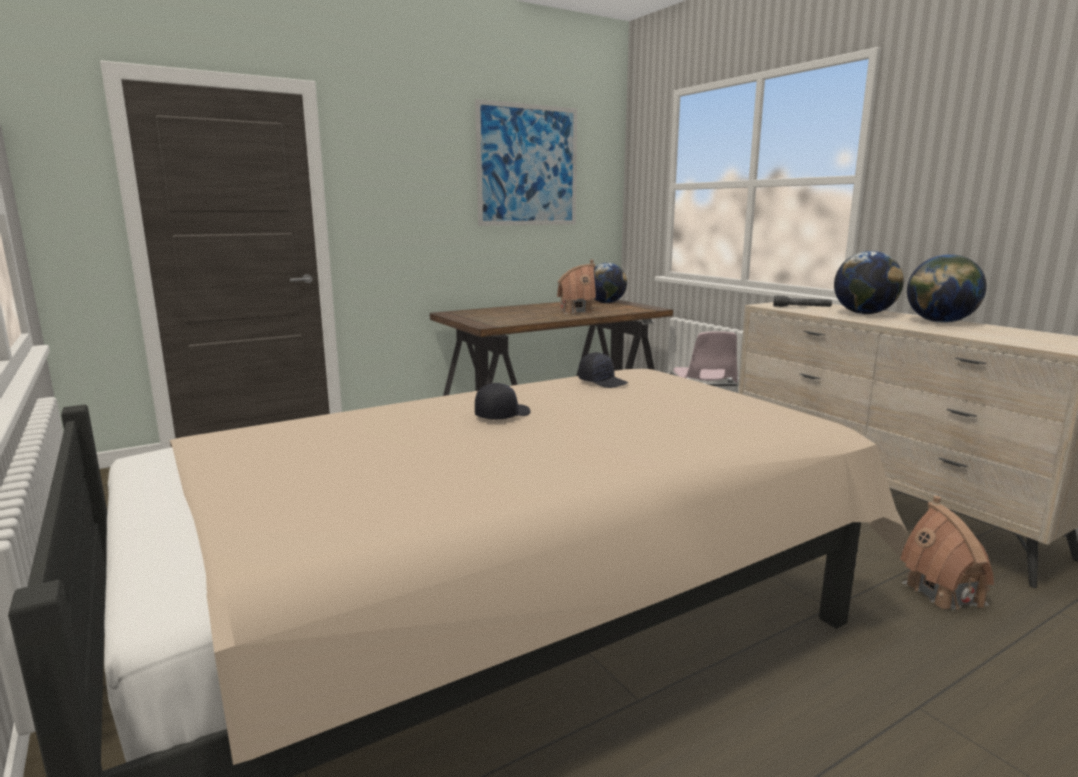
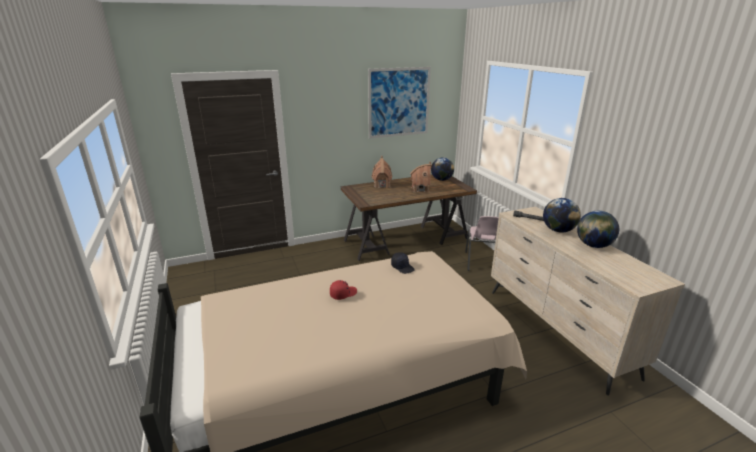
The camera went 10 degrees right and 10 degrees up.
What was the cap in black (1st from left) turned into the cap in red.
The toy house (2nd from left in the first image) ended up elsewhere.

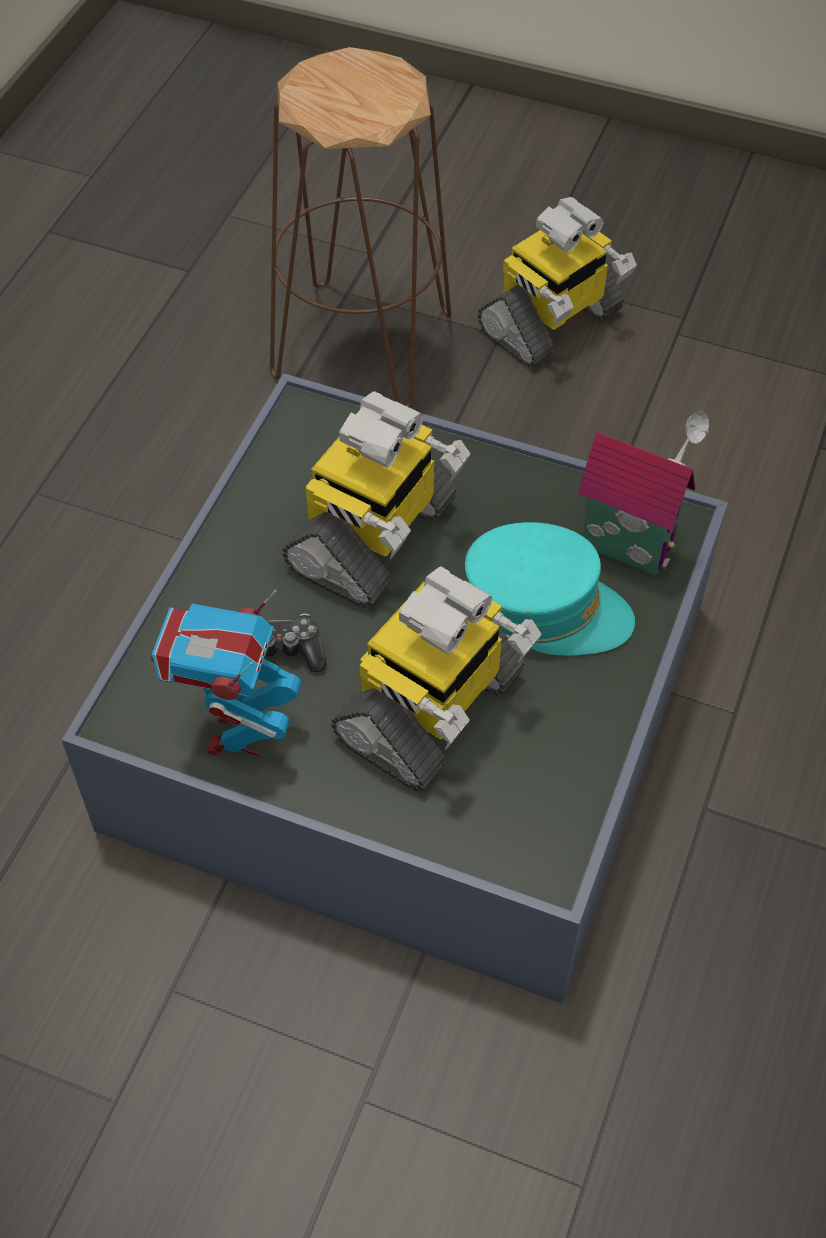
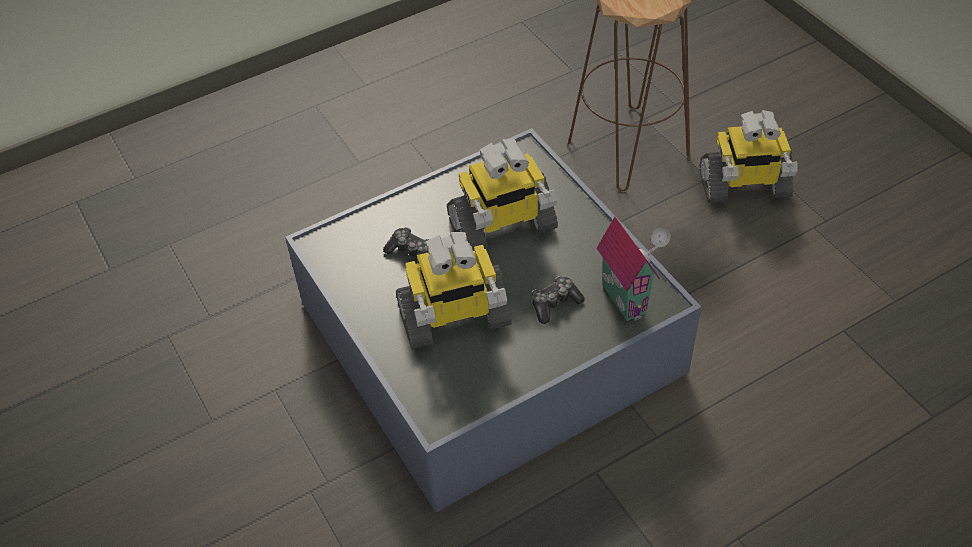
The camera went 40 degrees right and 5 degrees down.
The second view lost the toy robot (1st from left).
Where the cap in turquoise stood, the game controller (2nd from left) came to stand.

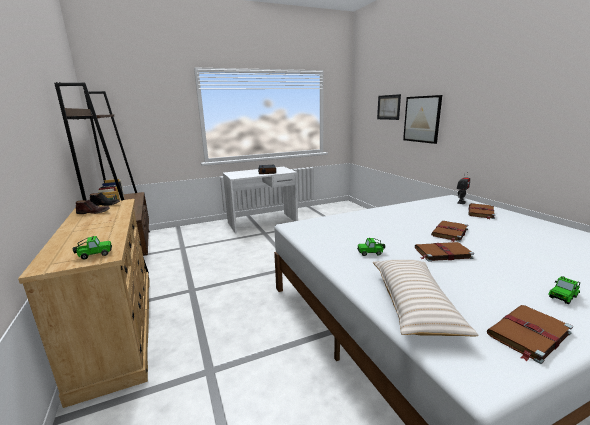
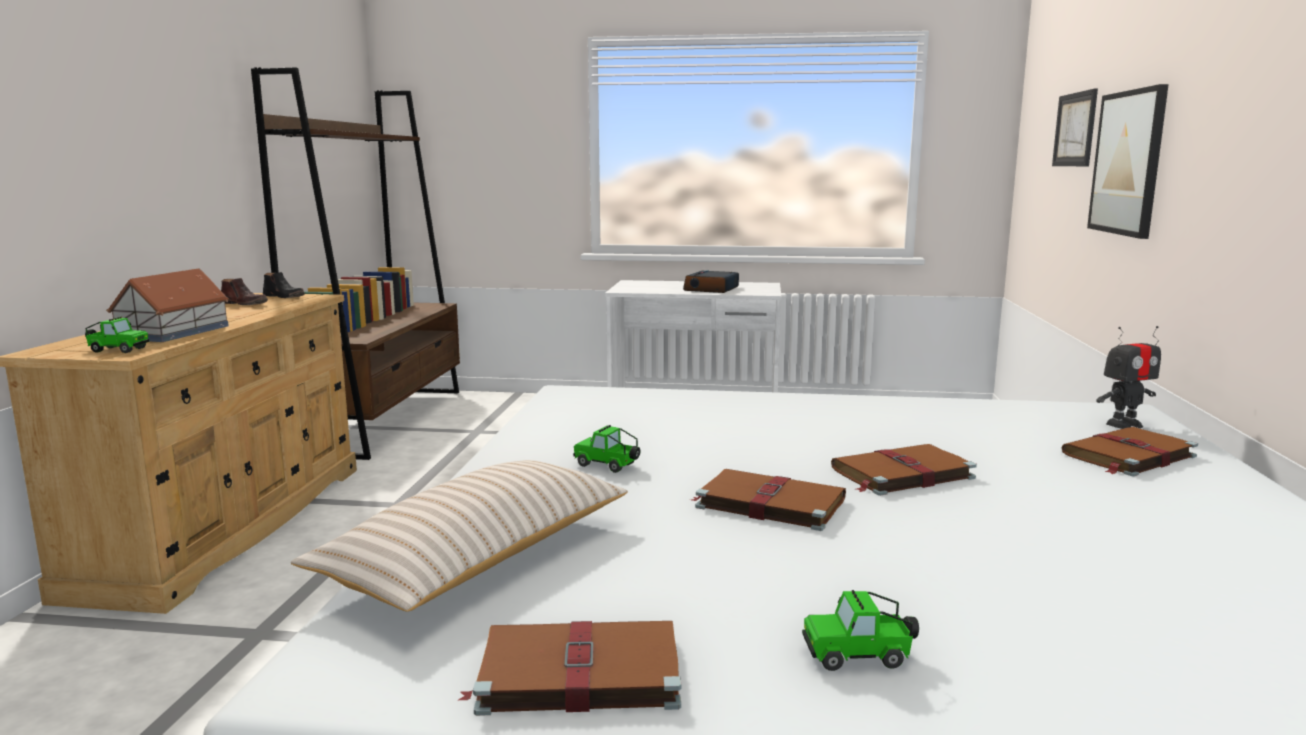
The camera went 30 degrees right and 5 degrees down.
The second view gained the toy house.

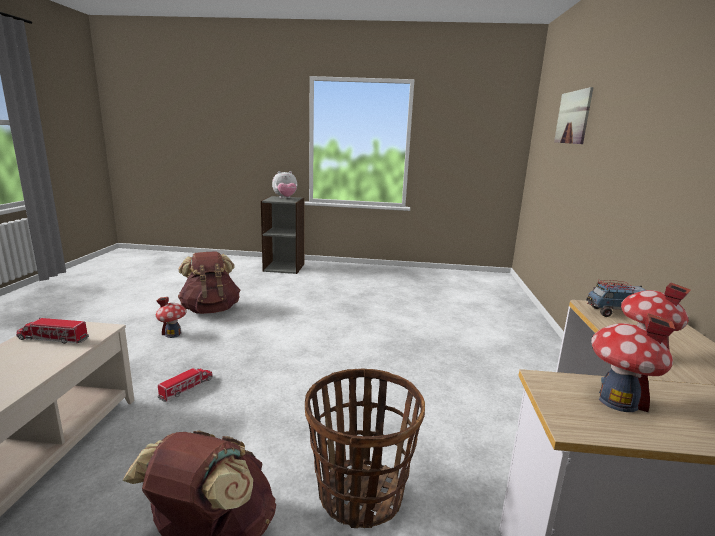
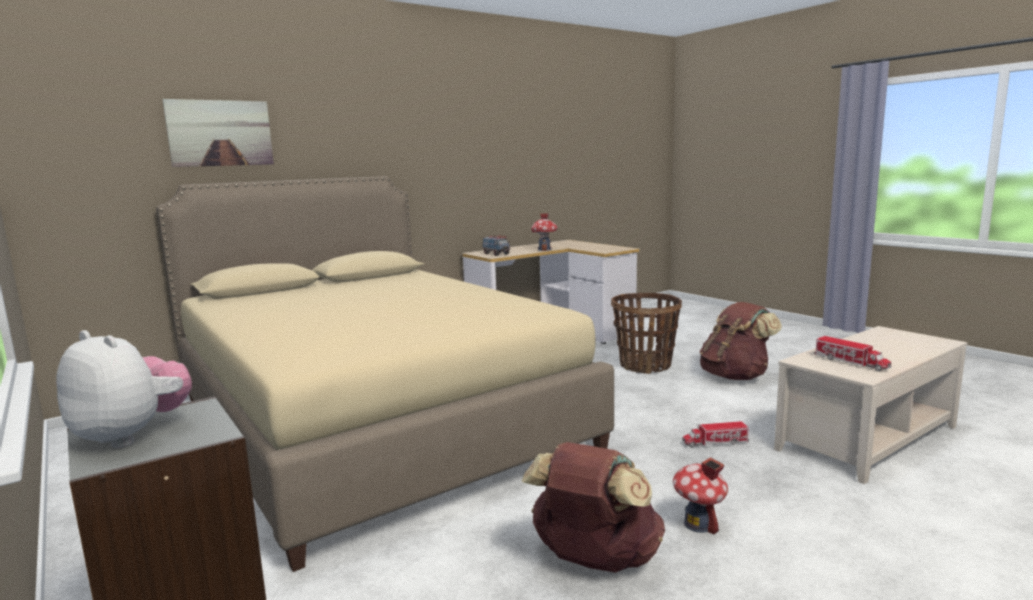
The camera went 130 degrees left and 5 degrees down.
The second view lost the toy house (2nd from left).
The second view gained the bed in beige.

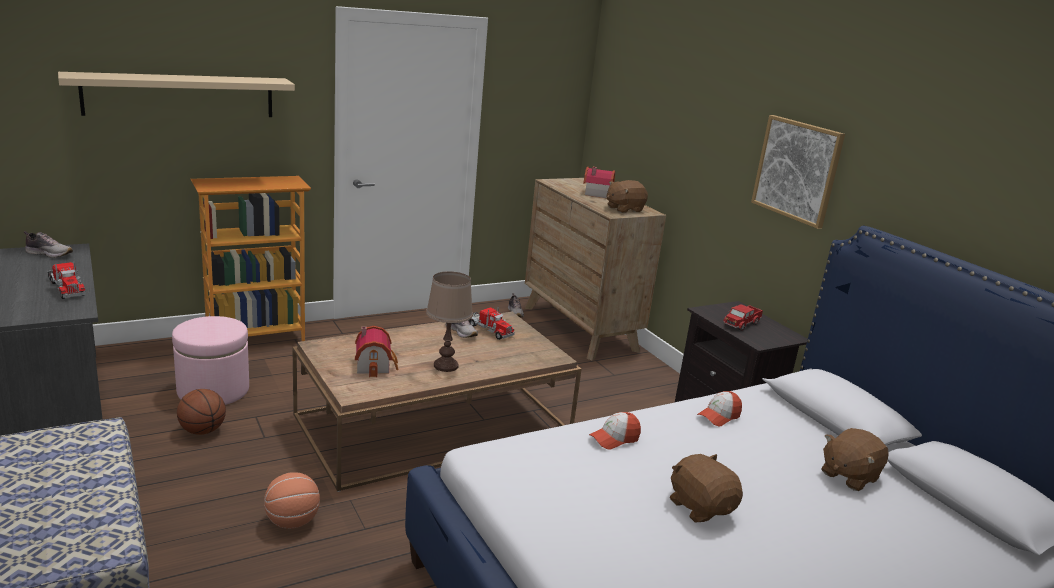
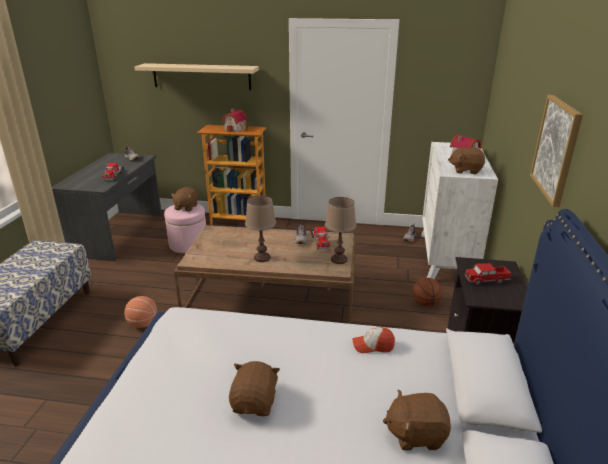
The camera went 40 degrees right and 5 degrees up.
The basketball (1st from left in the first image) ended up elsewhere.
The toy house (1st from left) ended up elsewhere.
What was the dresser in brown turned into the dresser in white.
The second view lost the cap (1st from left).
The second view gained the plush toy in brown (1st from left).
The second view gained the table lamp in brown (2nd from left).

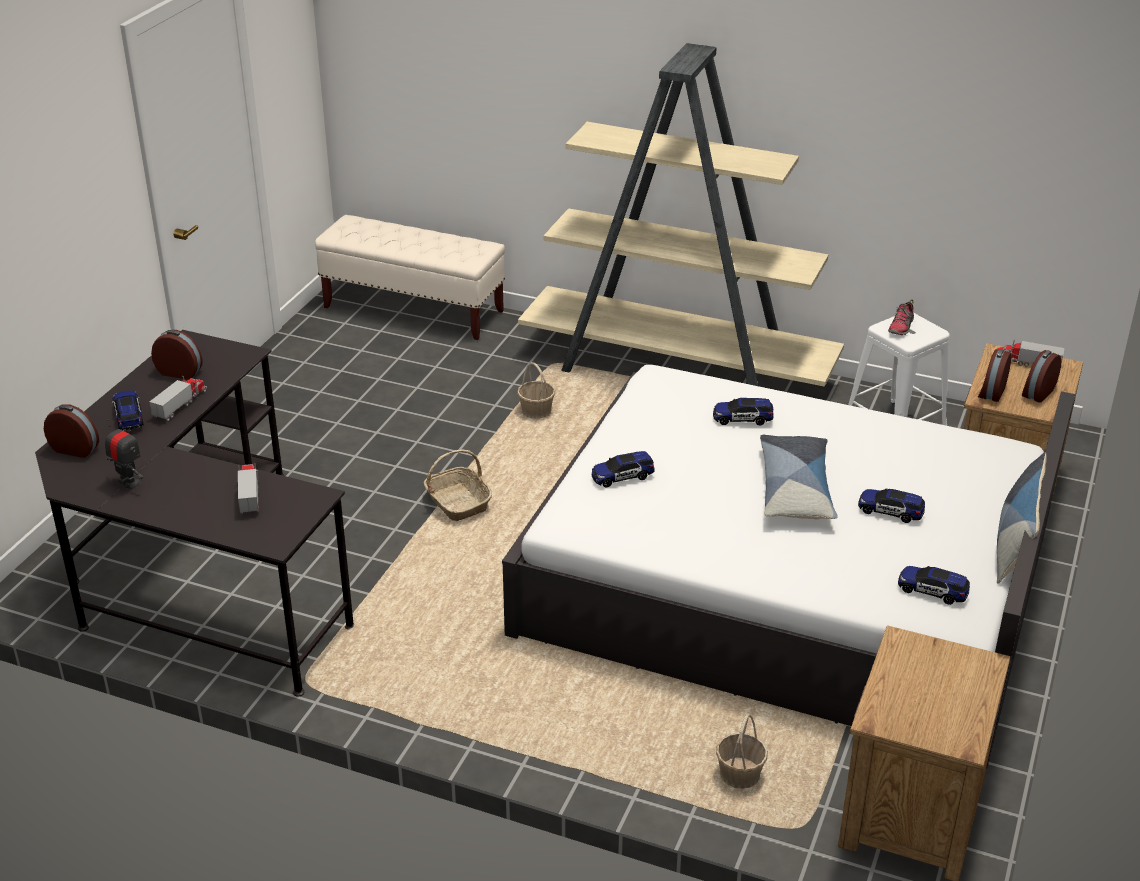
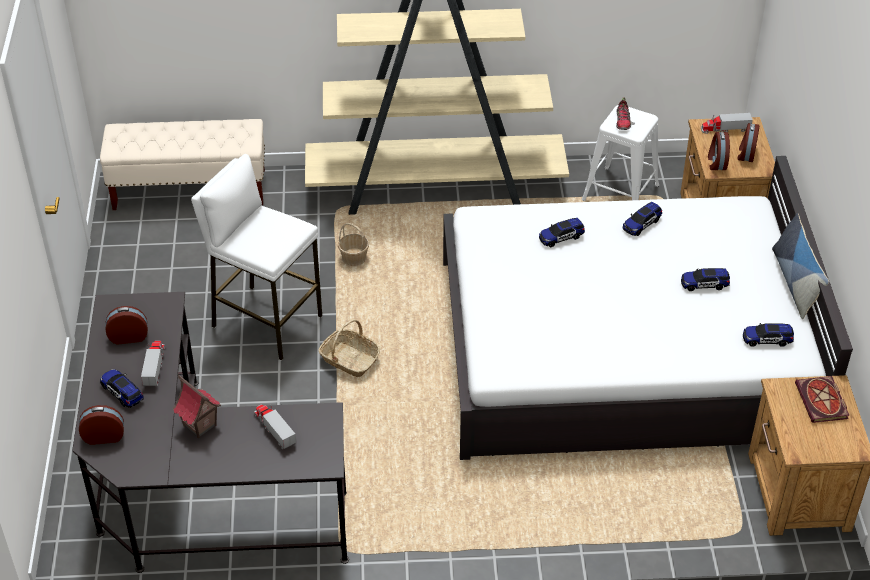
The camera went 25 degrees left and 10 degrees up.
The second view lost the toy robot.
The toy car (2nd from left in the first image) ended up elsewhere.
The second view lost the basket (3rd from left).
The second view lost the pillow (1st from left).
The second view gained the toy house.
The second view gained the stool in white (1st from left).
The second view gained the book.

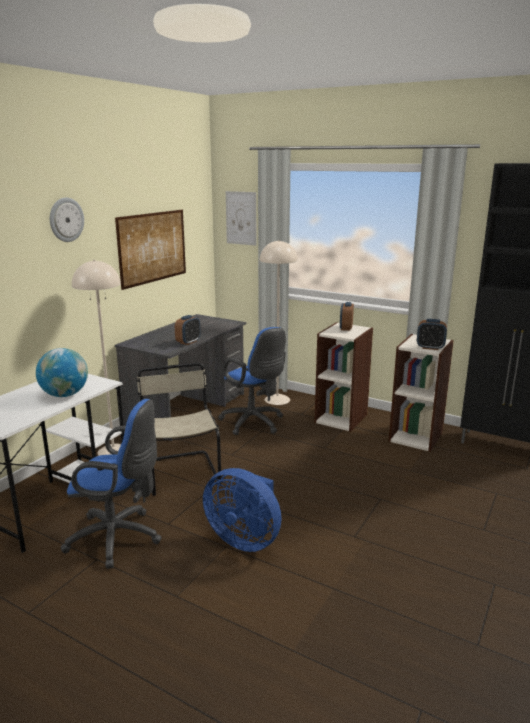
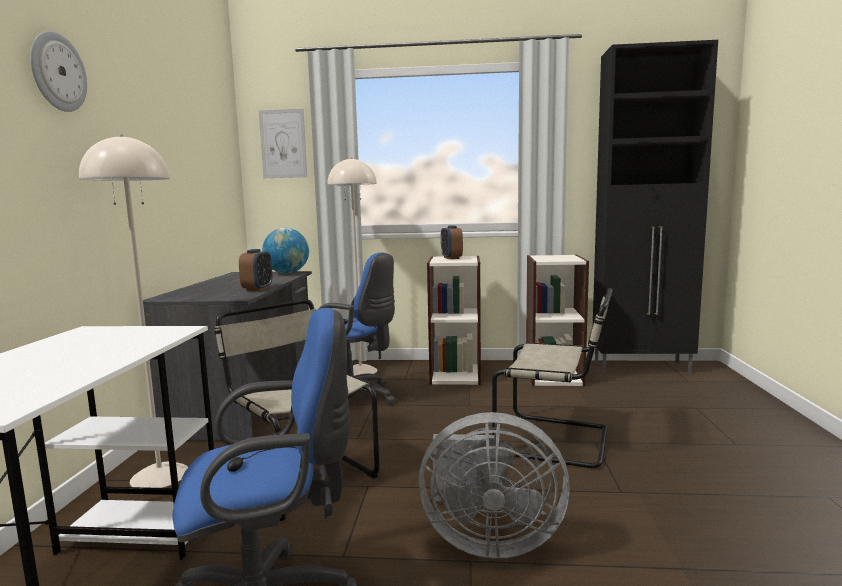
The camera went 25 degrees left and 10 degrees down.
The globe ended up elsewhere.
The second view lost the picture (1st from left).
What was the fan in blue turned into the fan in grey.
The second view lost the alarm clock (3rd from left).
The second view gained the chair in beige (2nd from left).

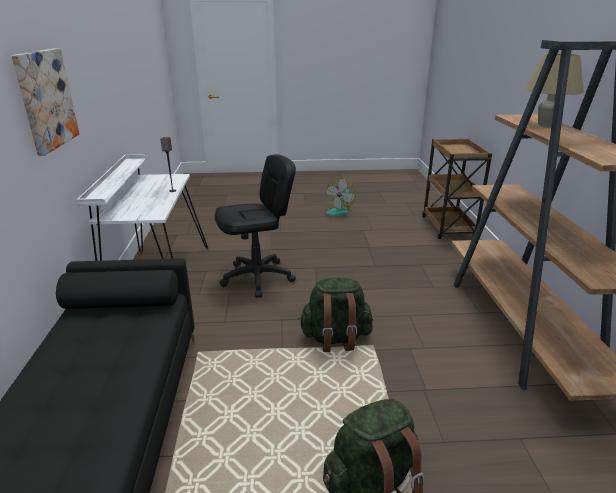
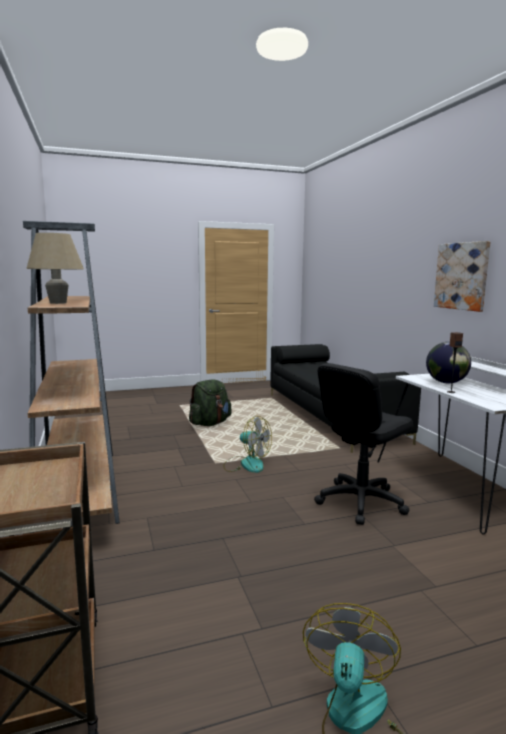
The camera went 165 degrees right and 15 degrees down.
Where the backpack in green (1st from left) stood, the fan (1st from left) came to stand.
The second view gained the globe.

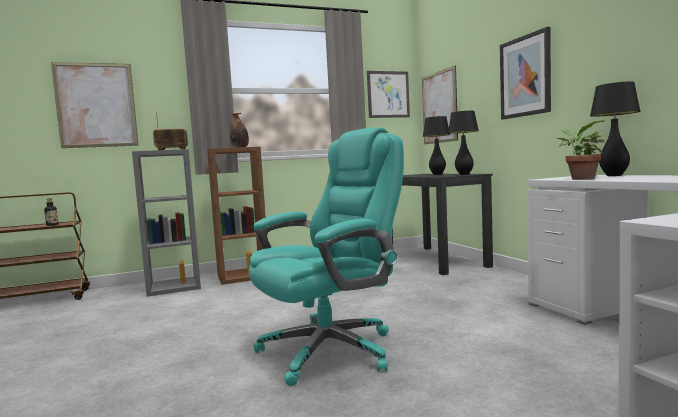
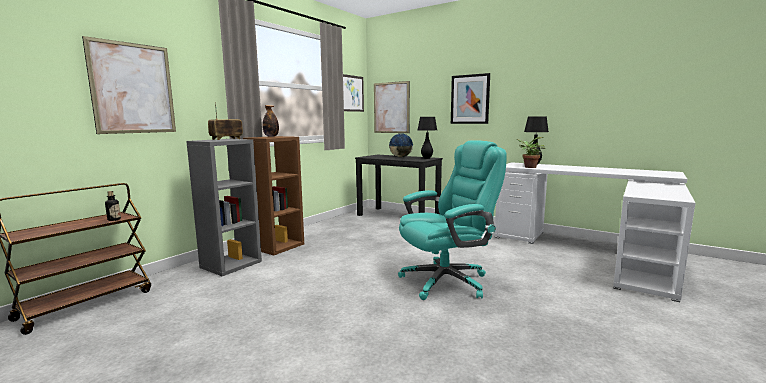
The camera went 35 degrees left and 5 degrees up.
The office chair in turquoise ended up facing another way, 45 degrees clockwise from before.
Where the table lamp in black (1st from left) stood, the globe came to stand.

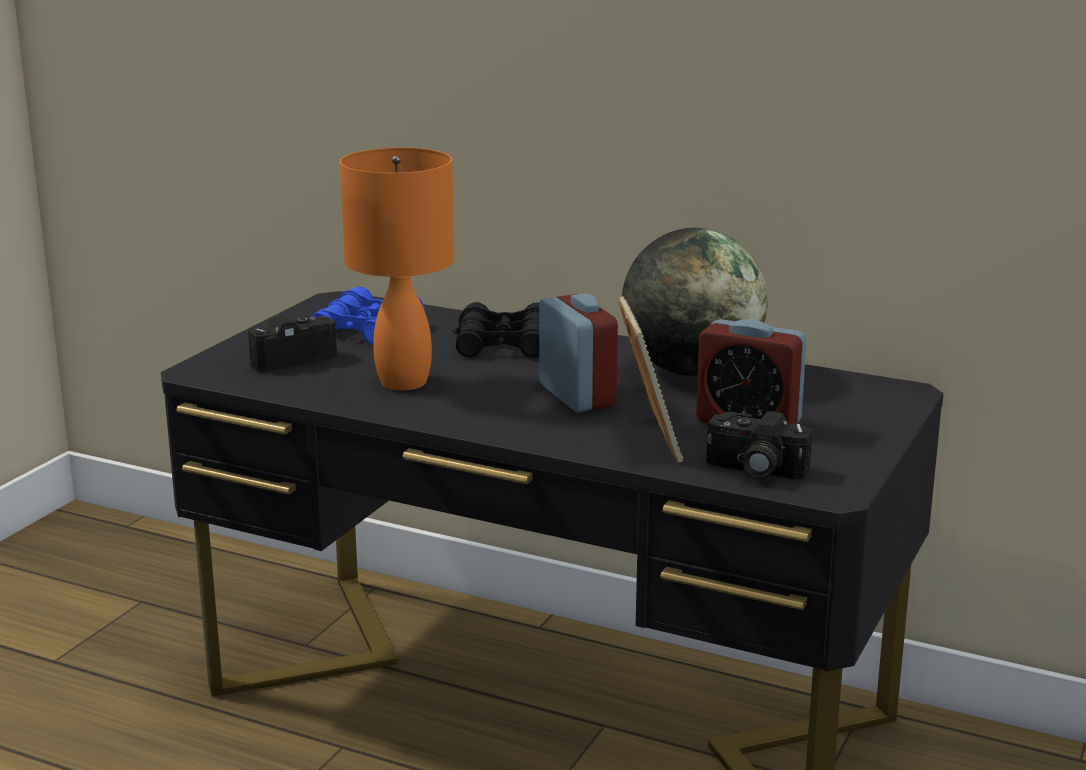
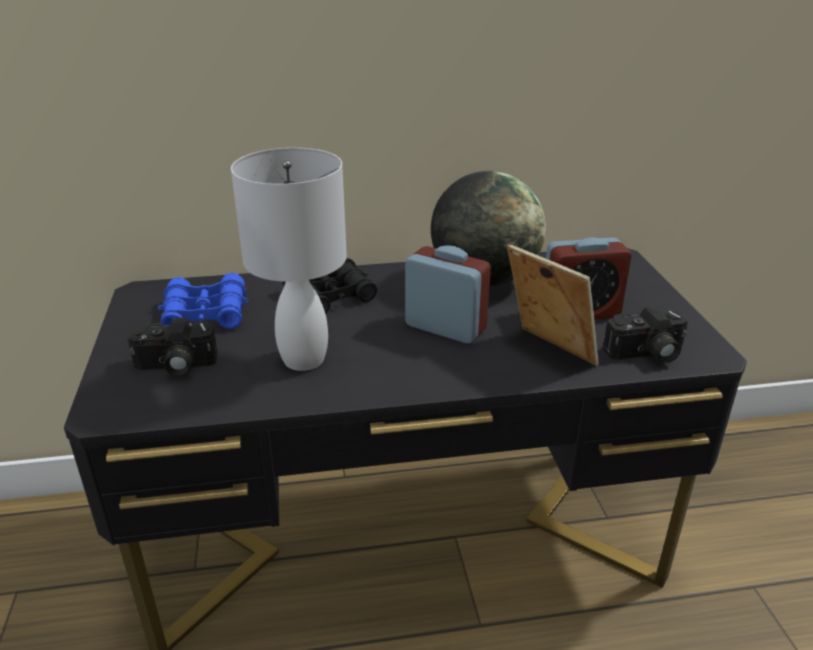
The camera went 35 degrees left and 10 degrees up.
The photo camera (1st from left) ended up facing another way, 120 degrees counterclockwise from before.
What was the table lamp in orange turned into the table lamp in white.

